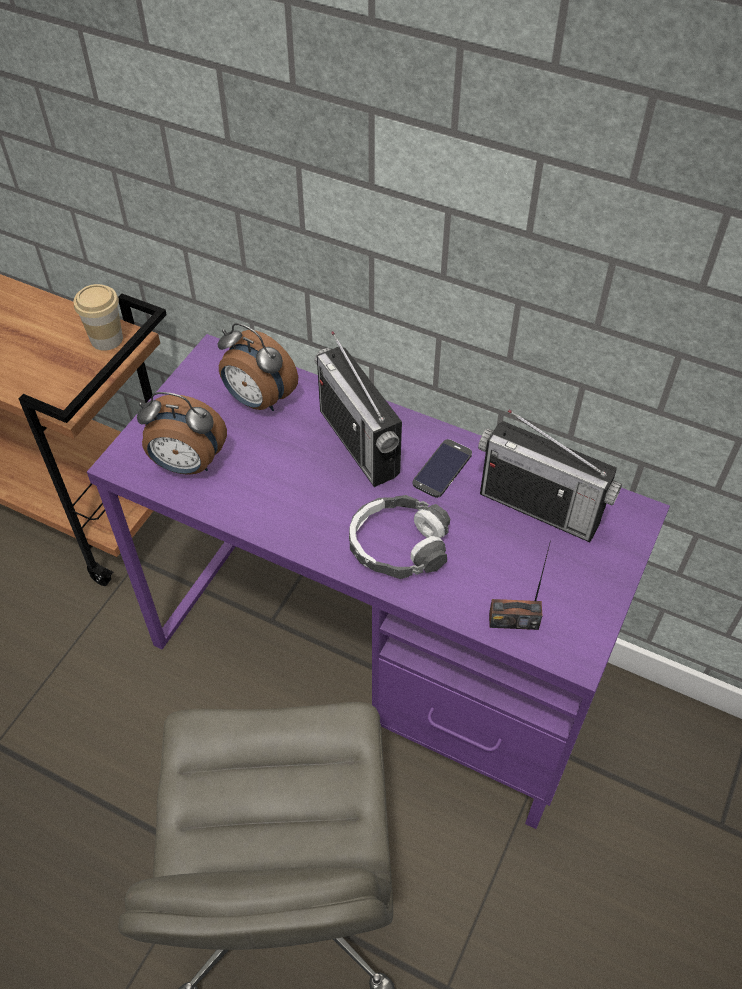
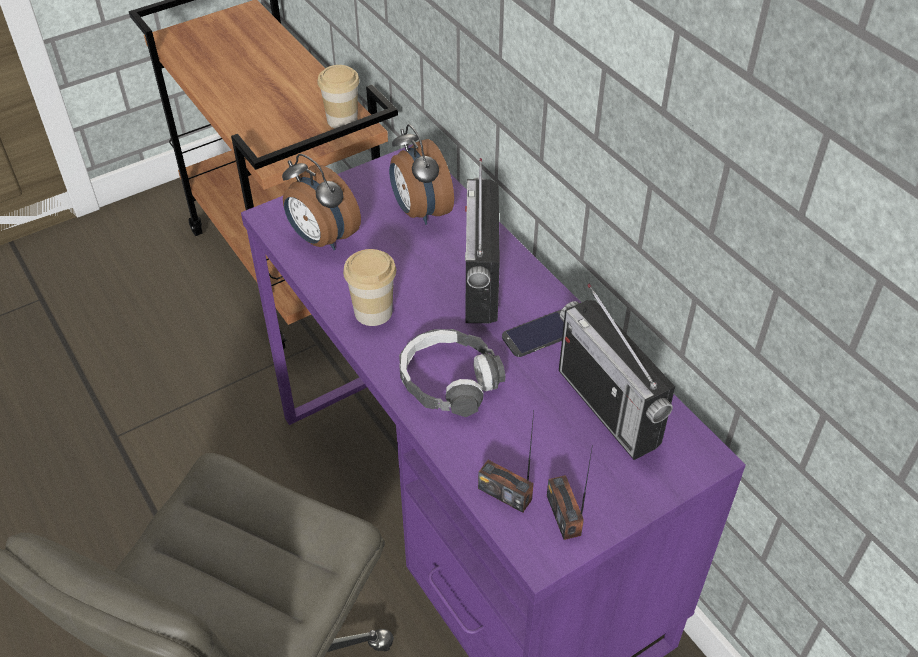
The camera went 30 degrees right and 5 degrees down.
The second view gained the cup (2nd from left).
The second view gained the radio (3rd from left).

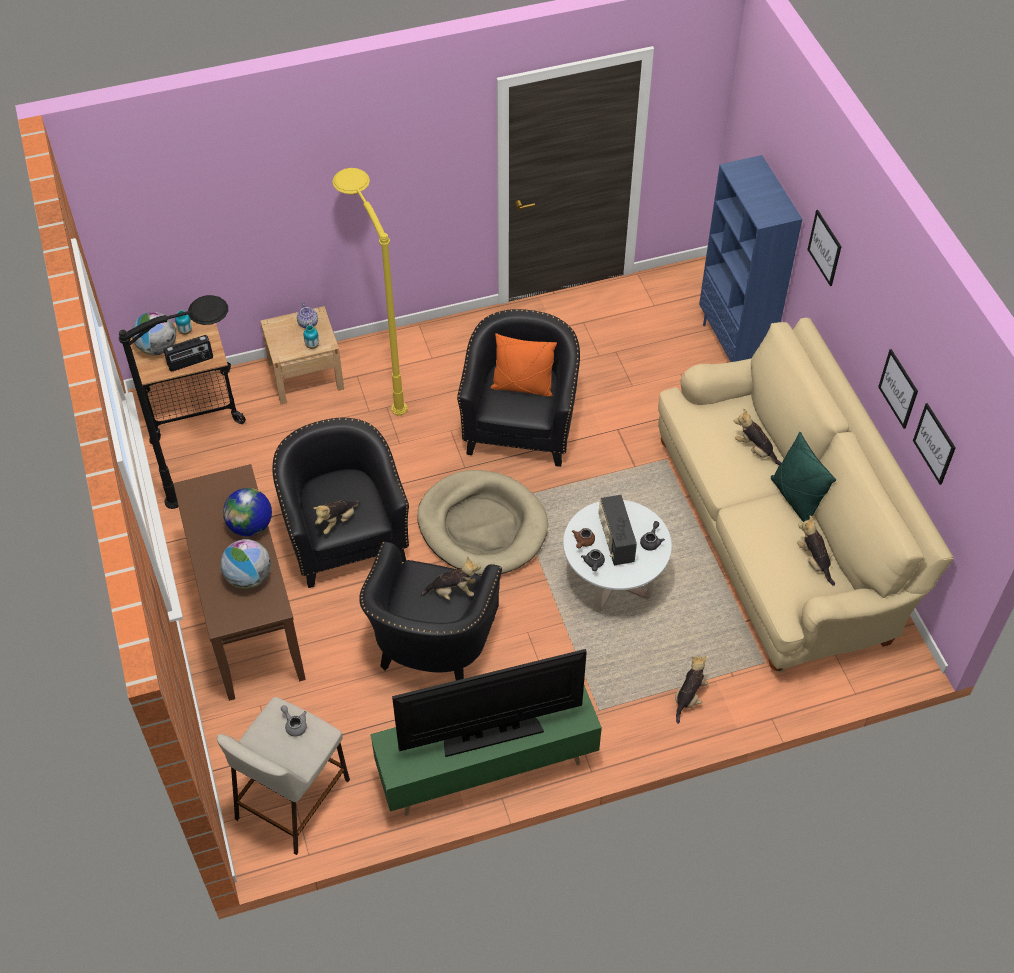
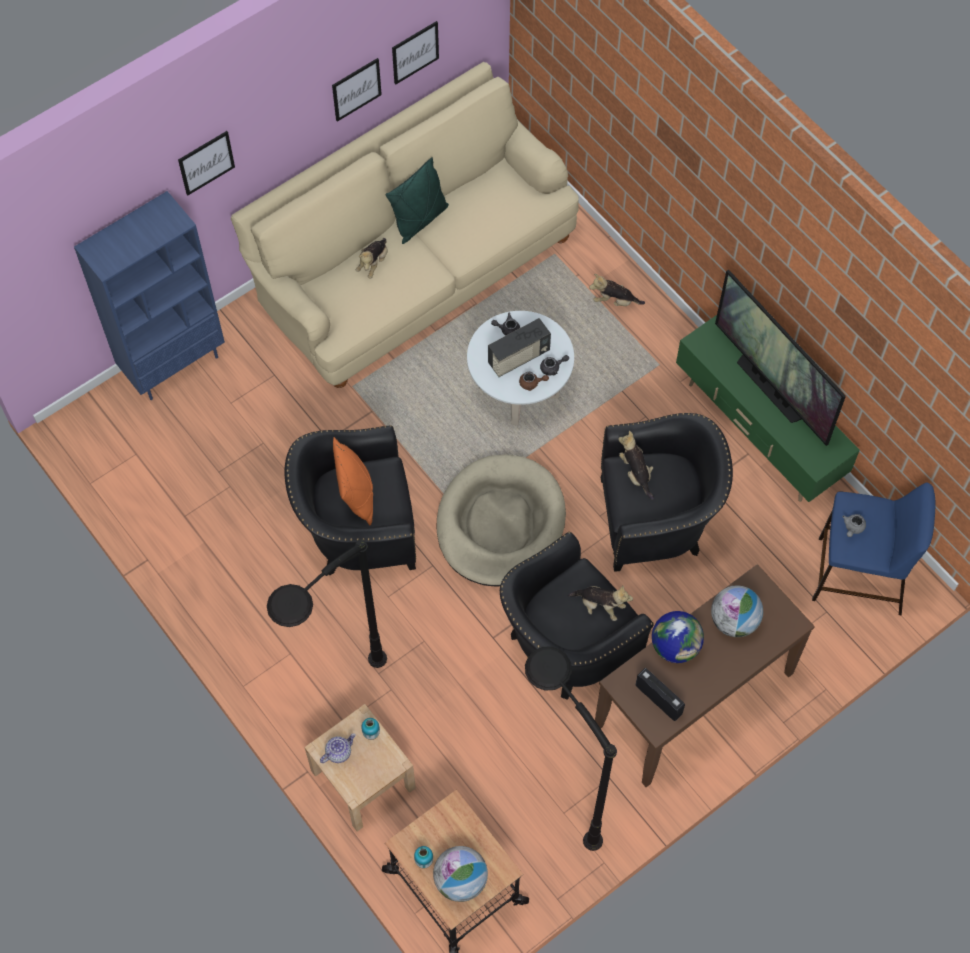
The camera went 110 degrees left and 10 degrees up.
The radio (1st from left in the first image) ended up elsewhere.
What was the stool in beige turned into the stool in blue.
What was the floor lamp in yellow turned into the floor lamp in black (1st from left).
The second view lost the plush toy (5th from left).

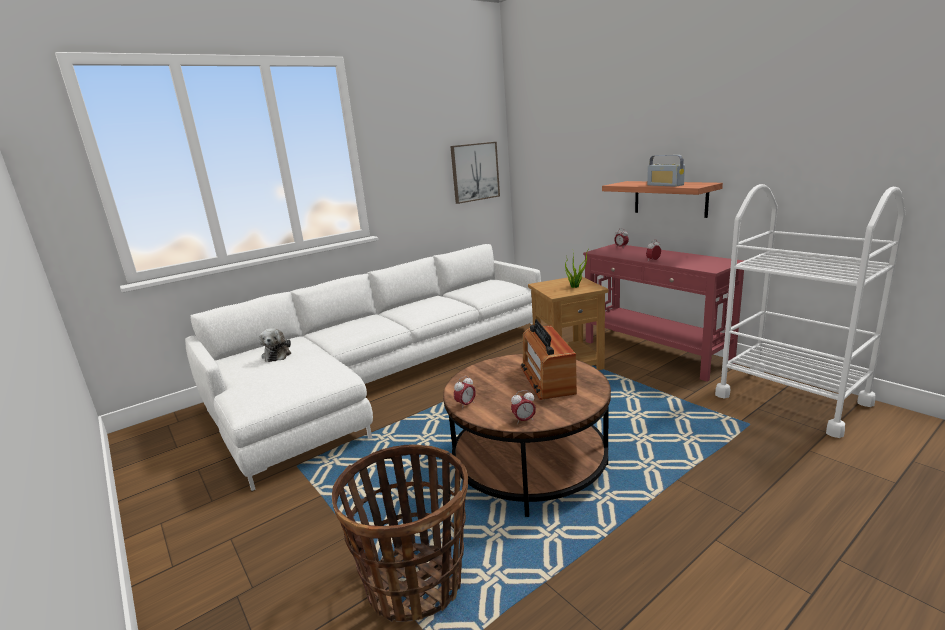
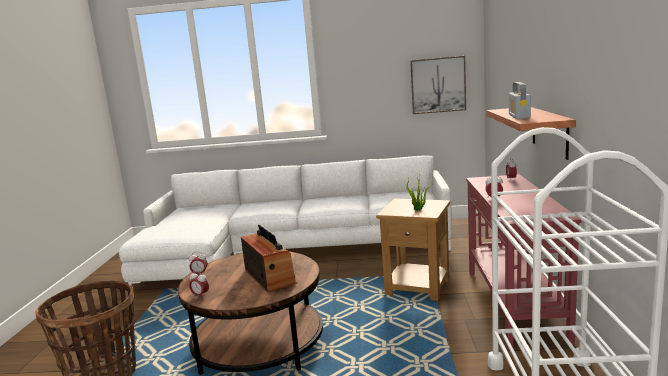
The camera went 40 degrees right and 5 degrees down.
The second view lost the plush toy.
The radio (1st from left) ended up facing another way, 120 degrees clockwise from before.

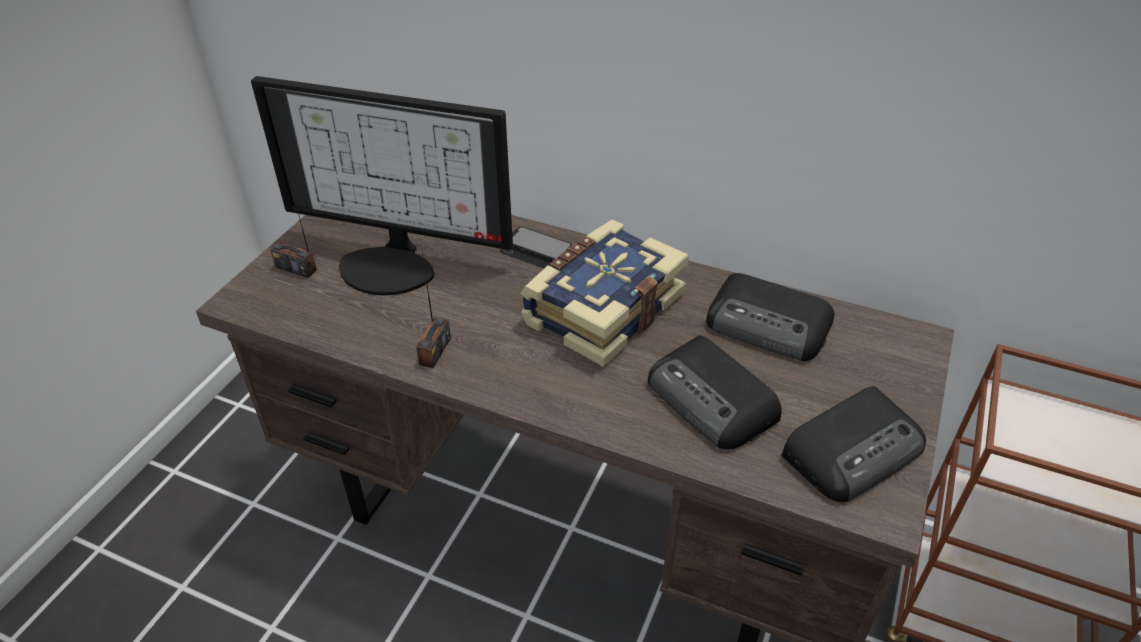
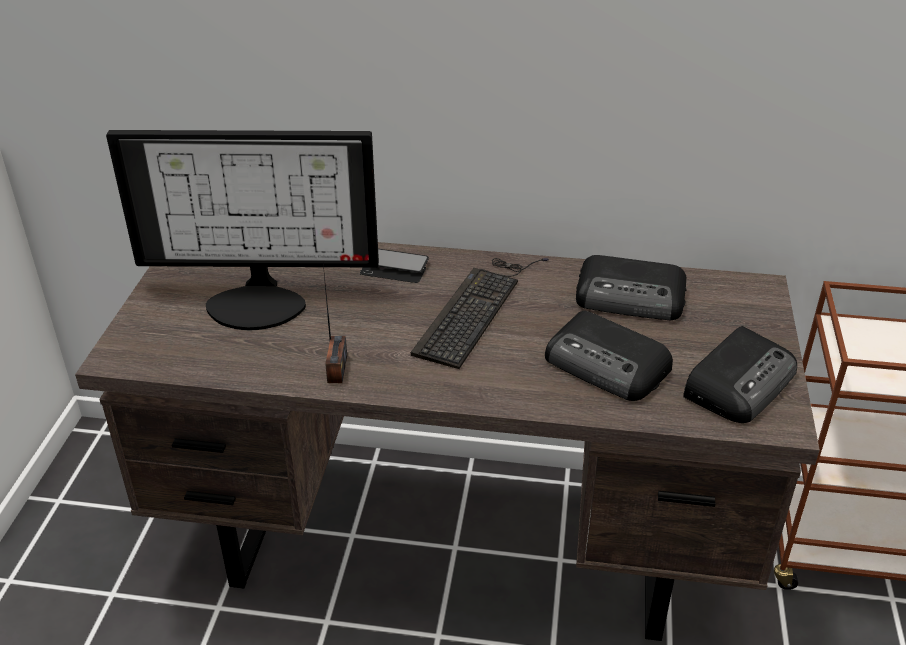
The camera went 15 degrees left and 5 degrees down.
The second view lost the radio (1st from left).
Where the book stood, the keyboard came to stand.

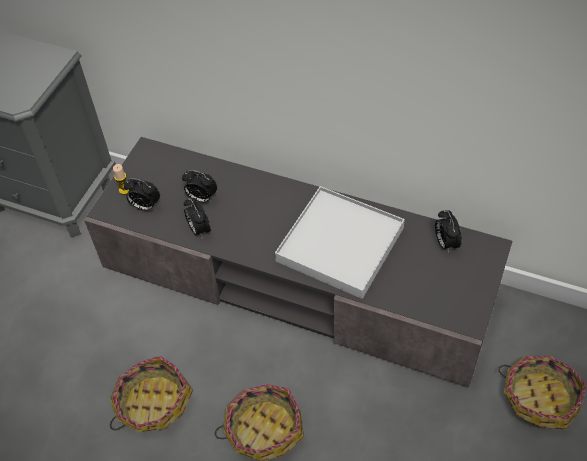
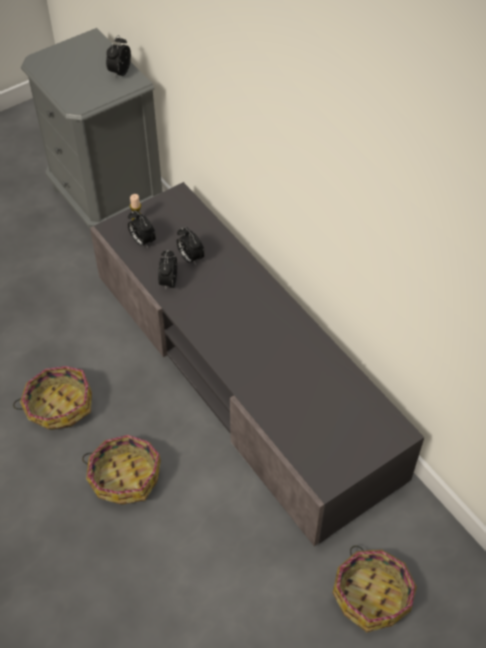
The camera went 30 degrees right and 0 degrees up.
The second view lost the tray in white.
The alarm clock (4th from left in the first image) ended up elsewhere.

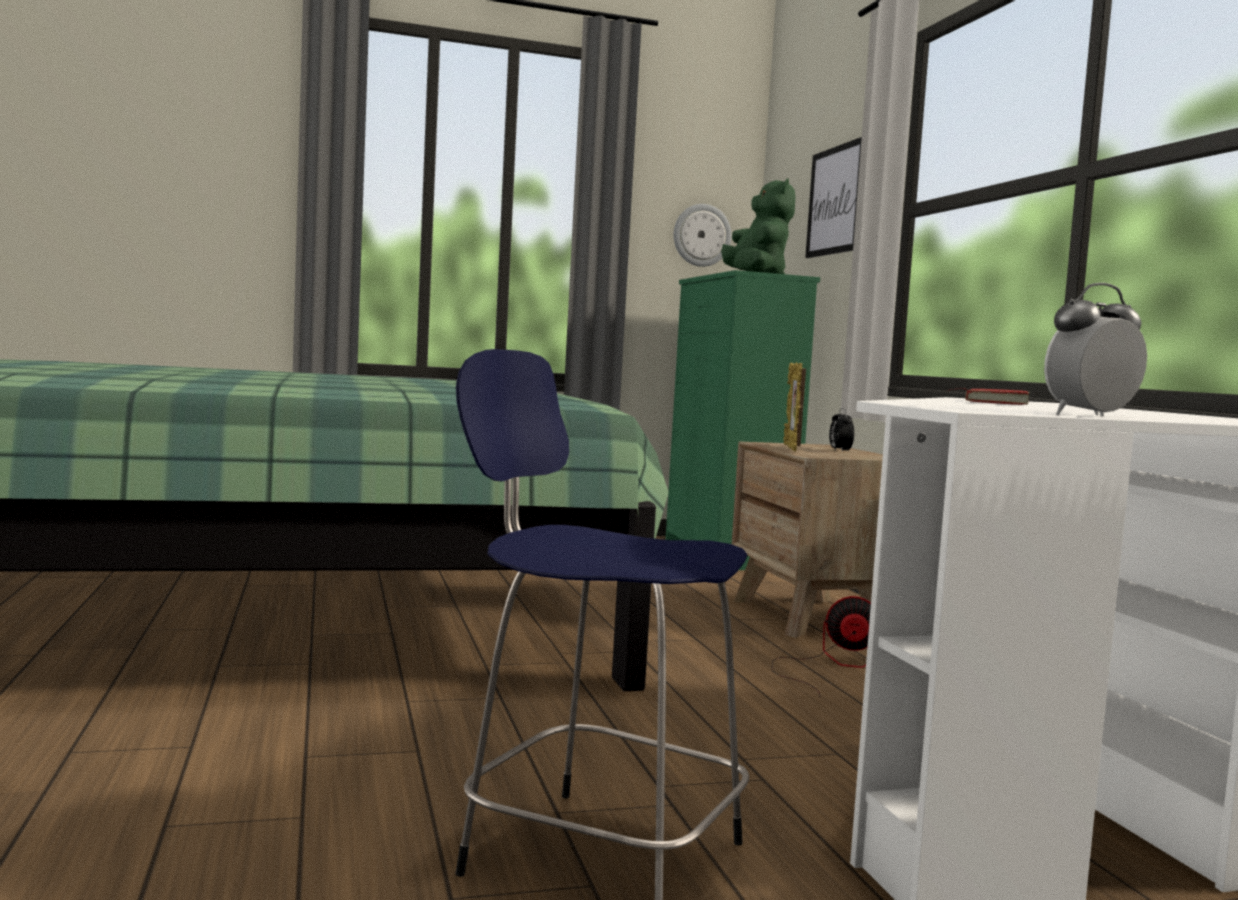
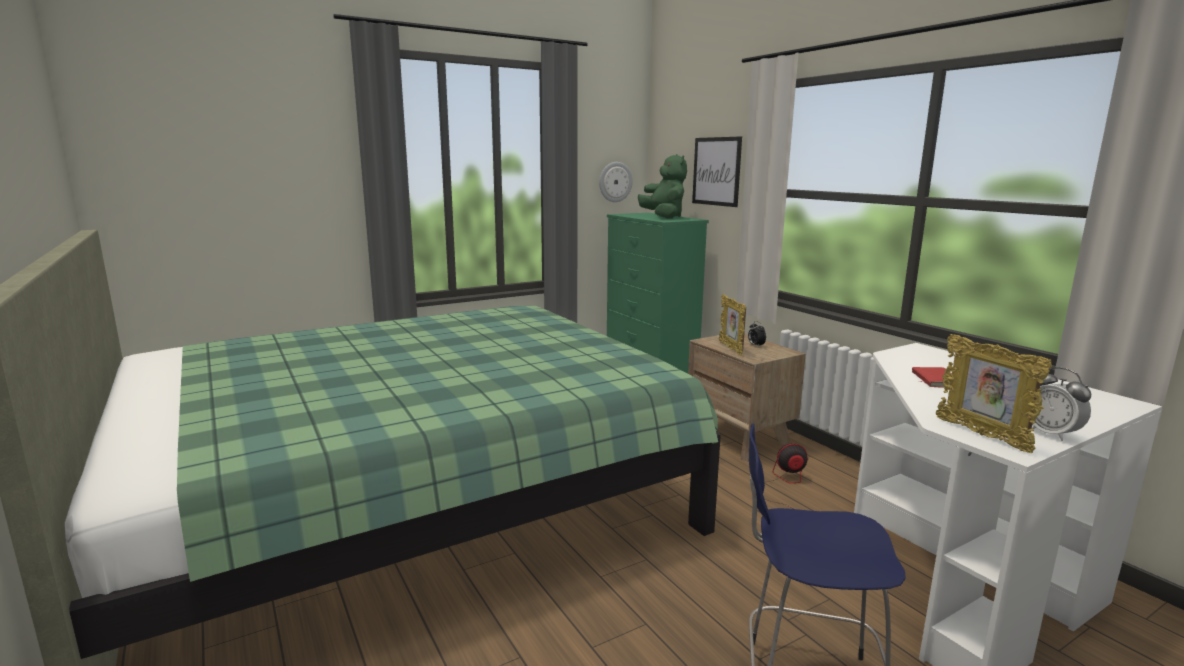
The camera went 15 degrees left and 10 degrees up.
The alarm clock (2nd from left) ended up facing another way, 75 degrees counterclockwise from before.
The second view gained the picture frame (2nd from left).

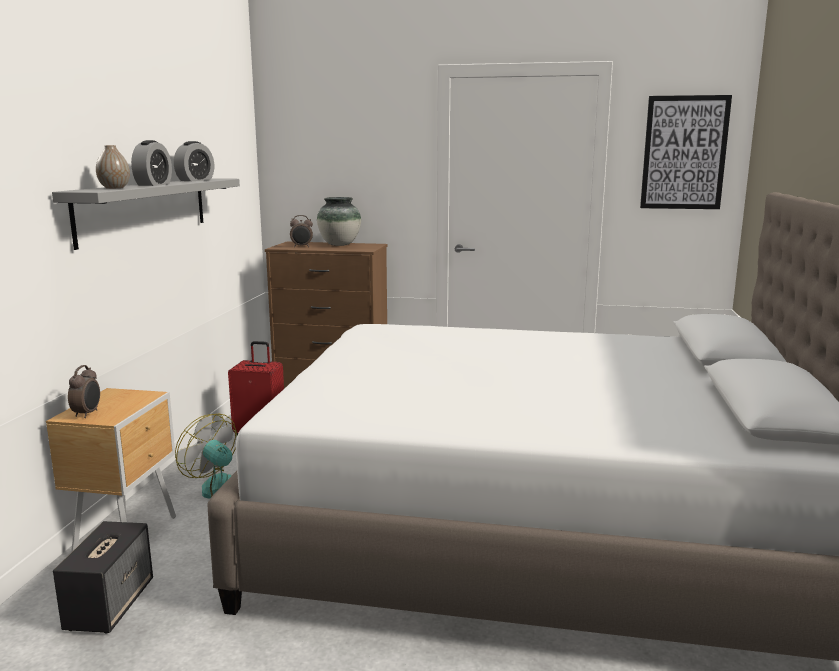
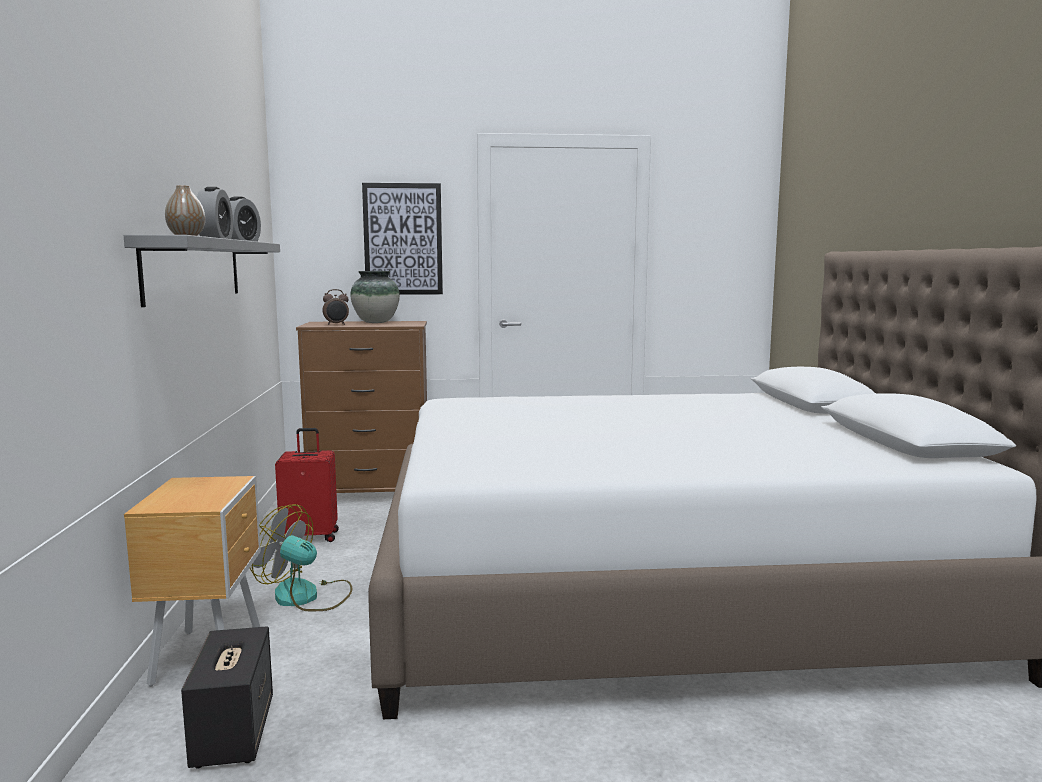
The camera went 15 degrees left and 5 degrees down.
The second view lost the alarm clock (1st from left).
The picture ended up elsewhere.

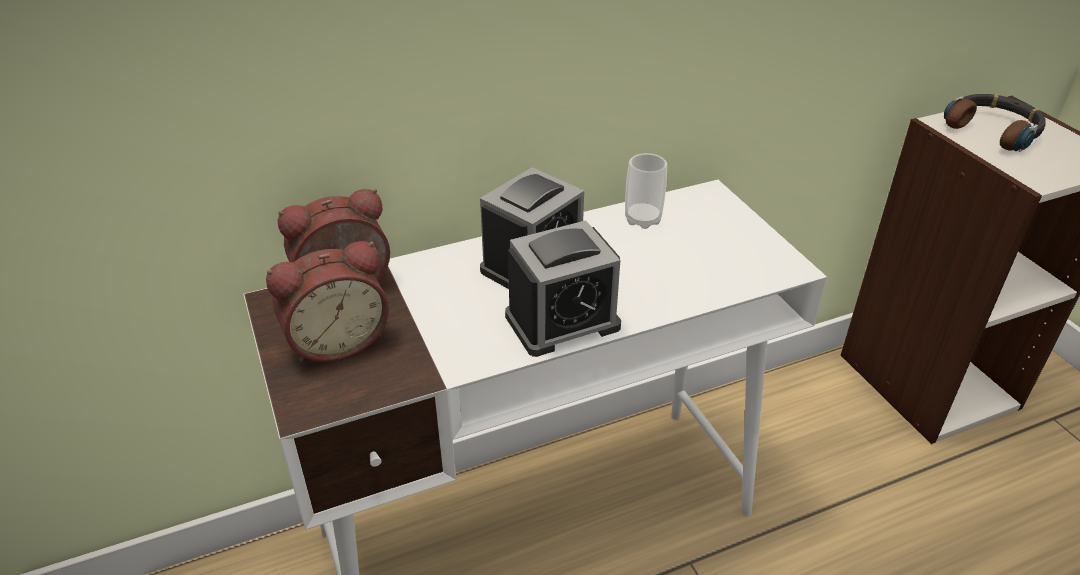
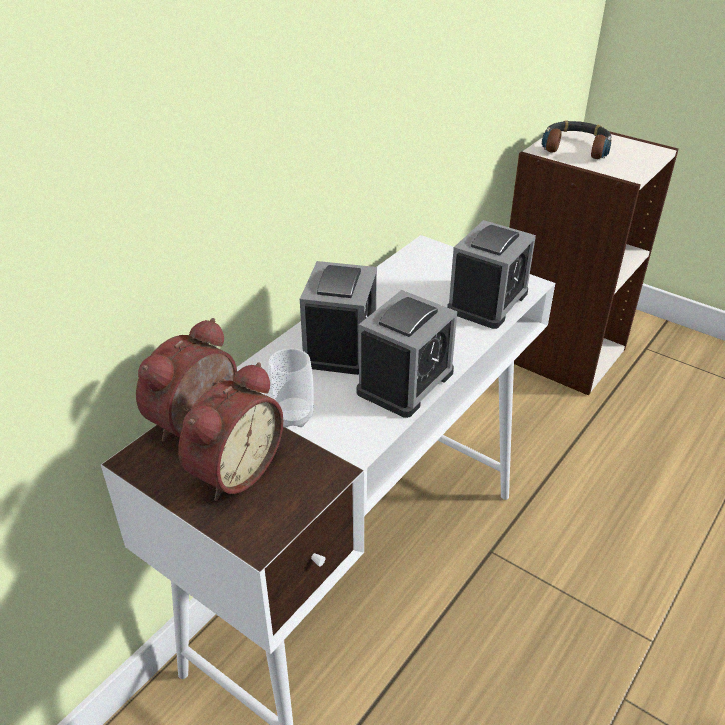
The camera went 30 degrees left and 0 degrees up.
The cup ended up elsewhere.
The second view gained the alarm clock (5th from left).

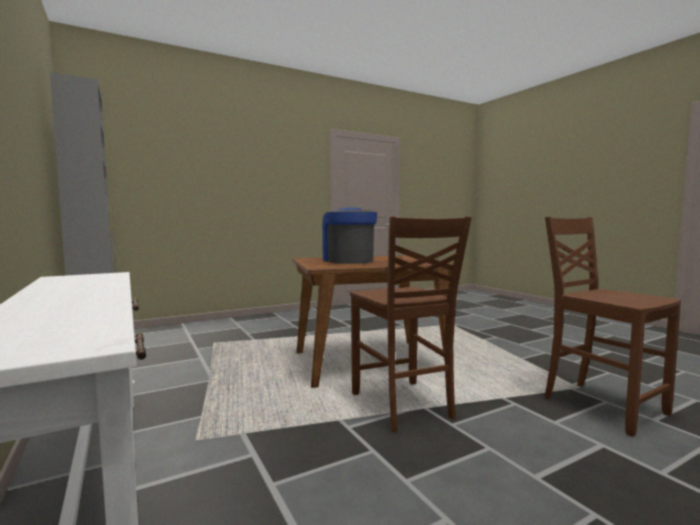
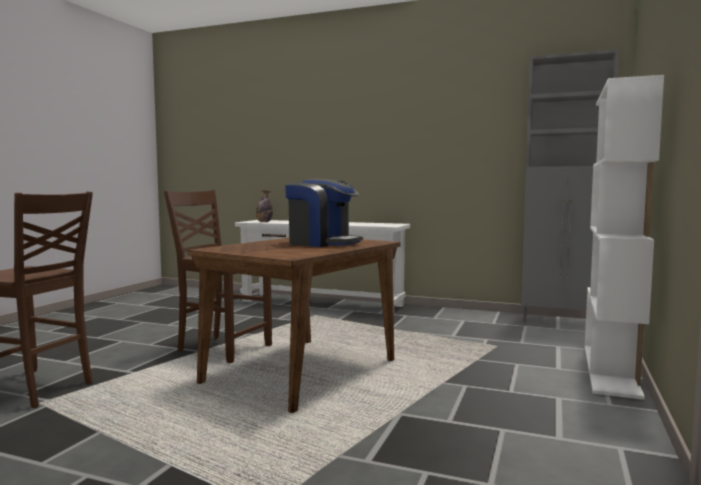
The camera went 140 degrees right and 0 degrees up.
The second view gained the bottle.
The second view gained the bookcase in white.

